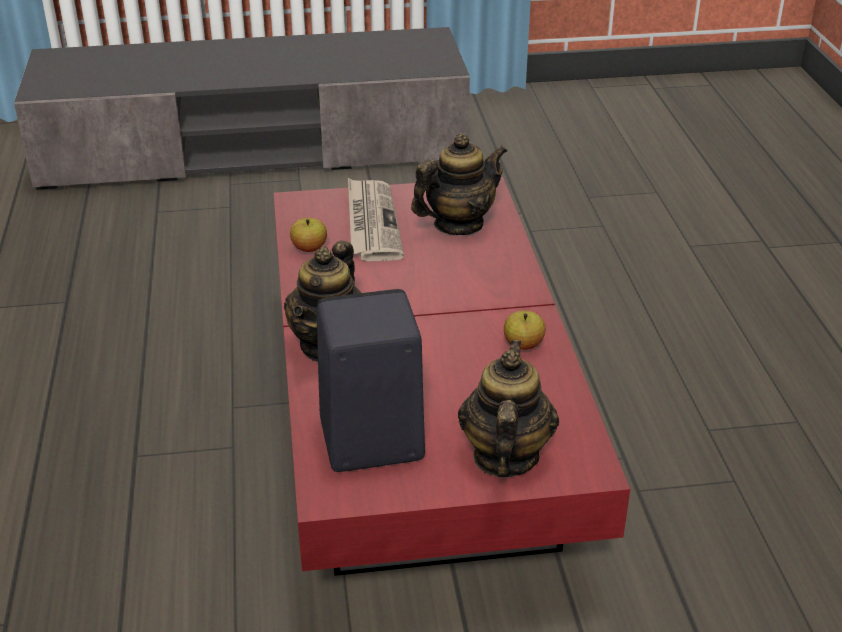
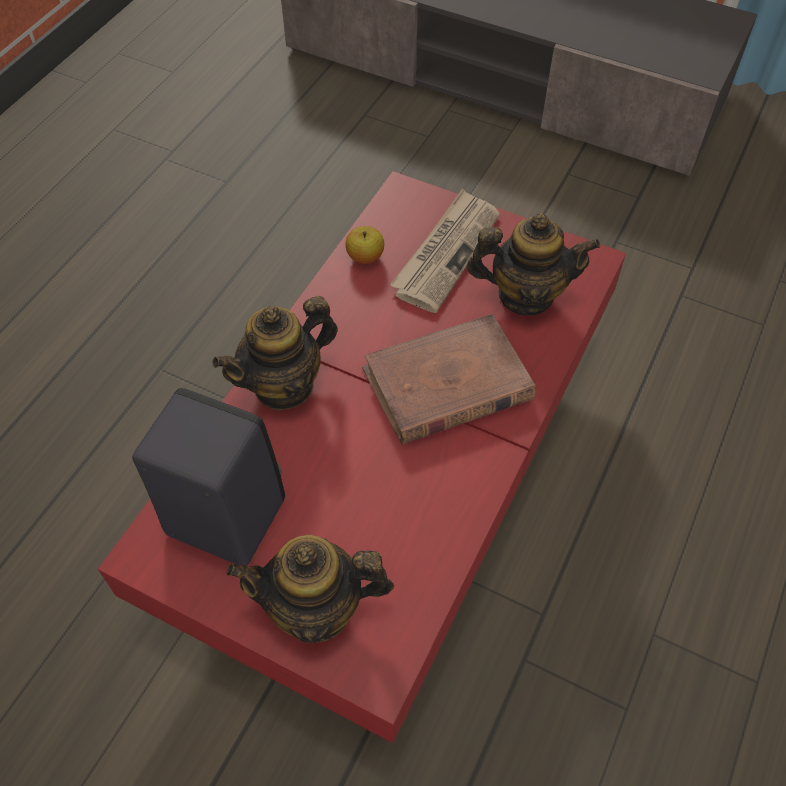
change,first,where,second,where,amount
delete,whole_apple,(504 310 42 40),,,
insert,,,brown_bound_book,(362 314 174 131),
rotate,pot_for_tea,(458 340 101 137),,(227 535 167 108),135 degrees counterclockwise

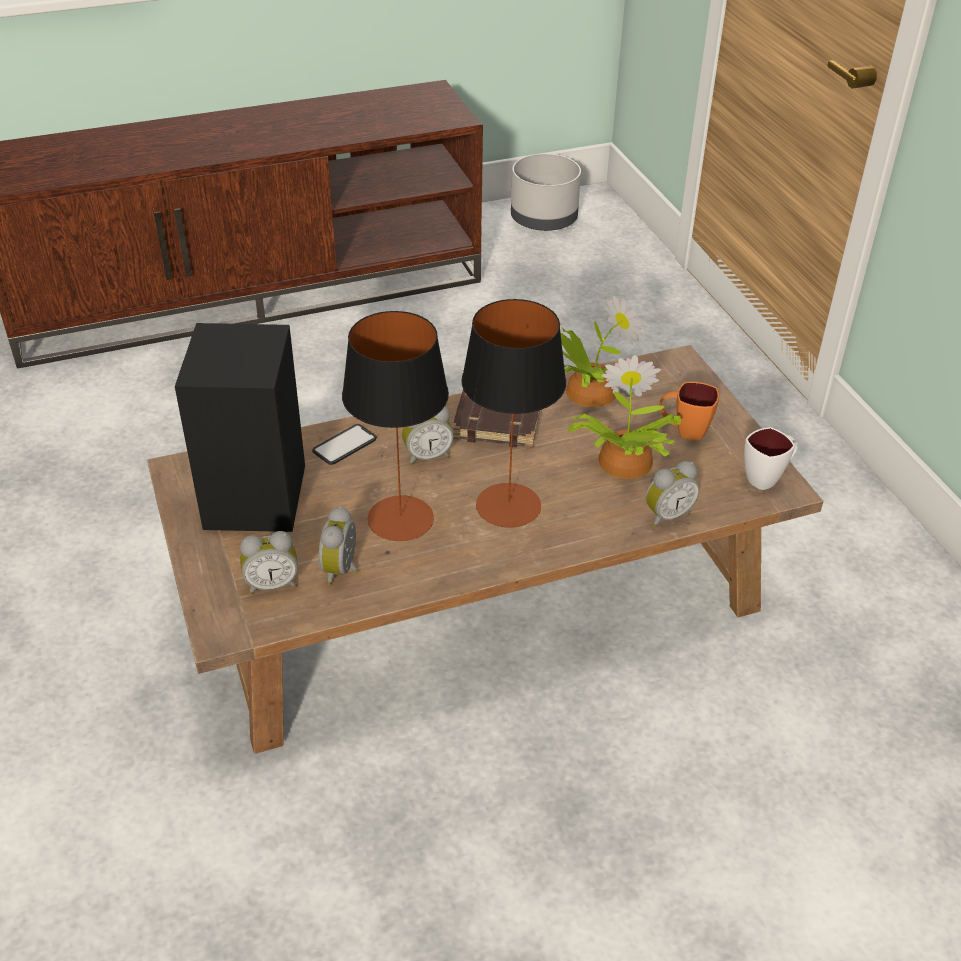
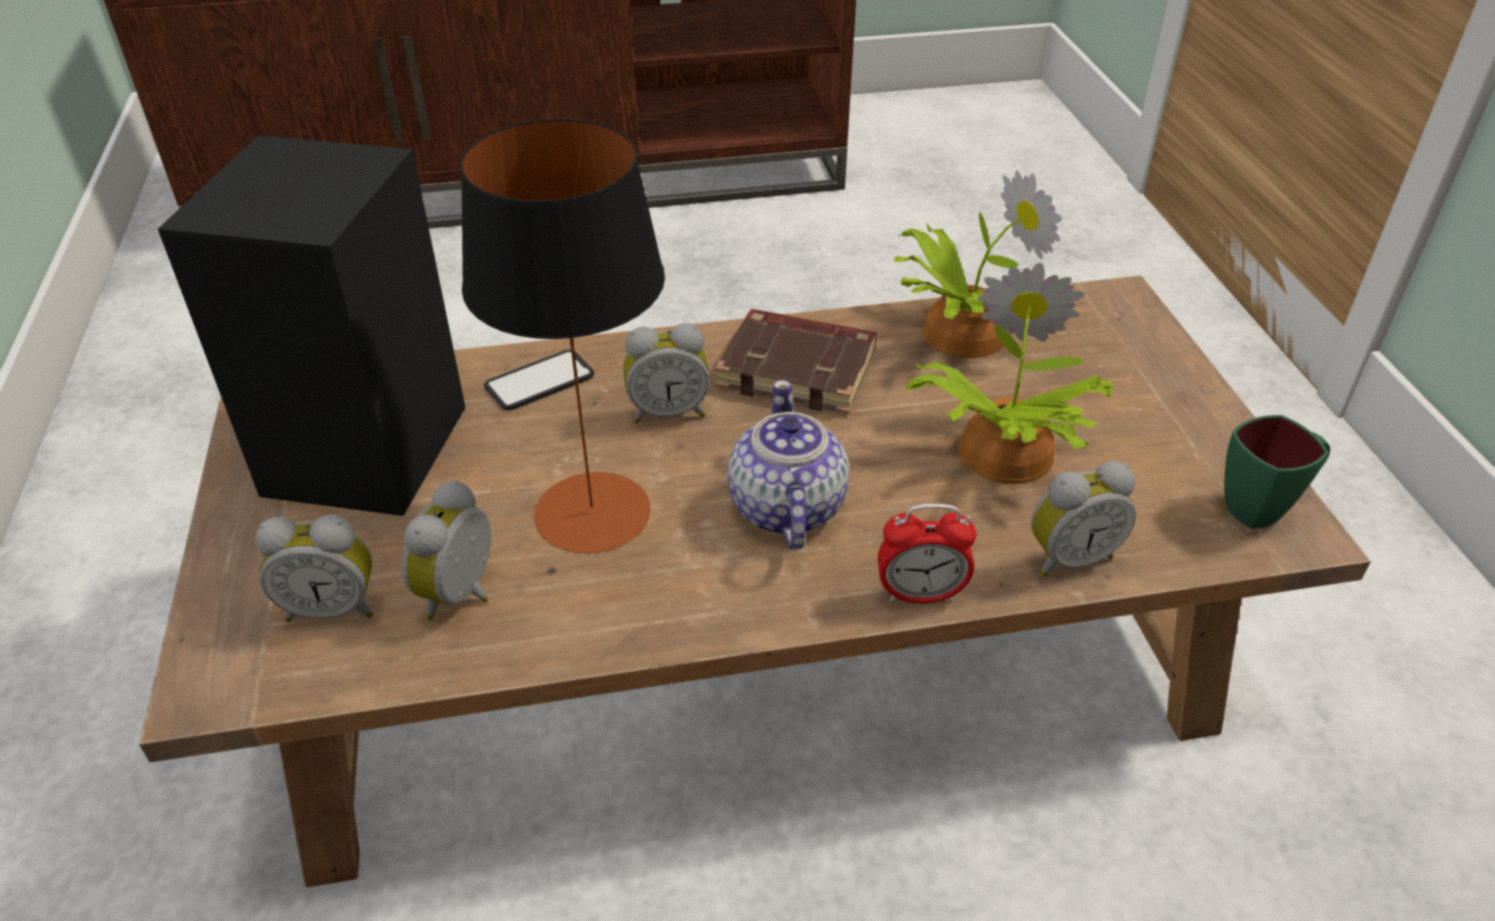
change,first,where,second,where,amount
delete,gray_flower_pot,(511 154 70 77),,,
delete,orange-coloured_mug,(659 382 60 58),,,
insert,,,alarm_clock,(878 504 98 99),
replace,table_lamp,(461 299 105 229),pot_for_tea,(728 380 121 170),
recolor,white_mug,(744 427 54 63),green-coloured_mug,(1224 415 106 114),

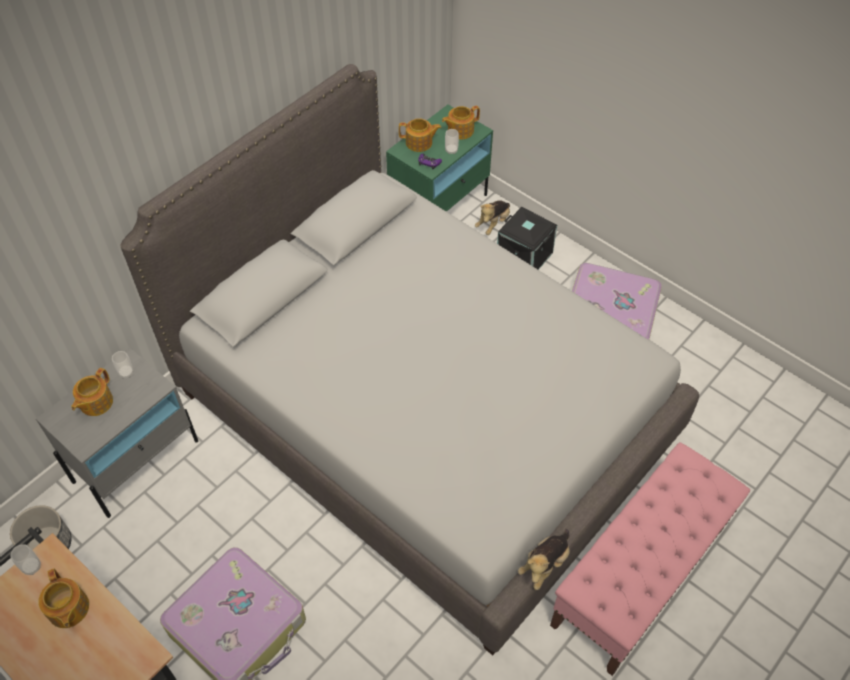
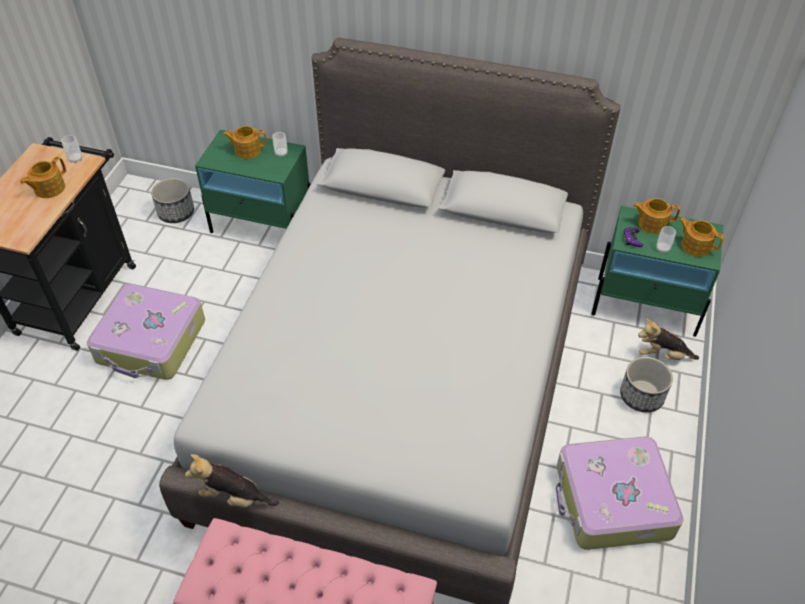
change,first,where,second,where,amount
replace,black-coloured_storage_container,(497 207 60 63),flower_pot,(620 357 53 56),
recolor,gray_night_table,(36 347 162 171),green-coloured_night_table,(195 130 116 103),
rotate,pot_for_tea,(399 118 42 34),,(633 198 47 36),120 degrees clockwise

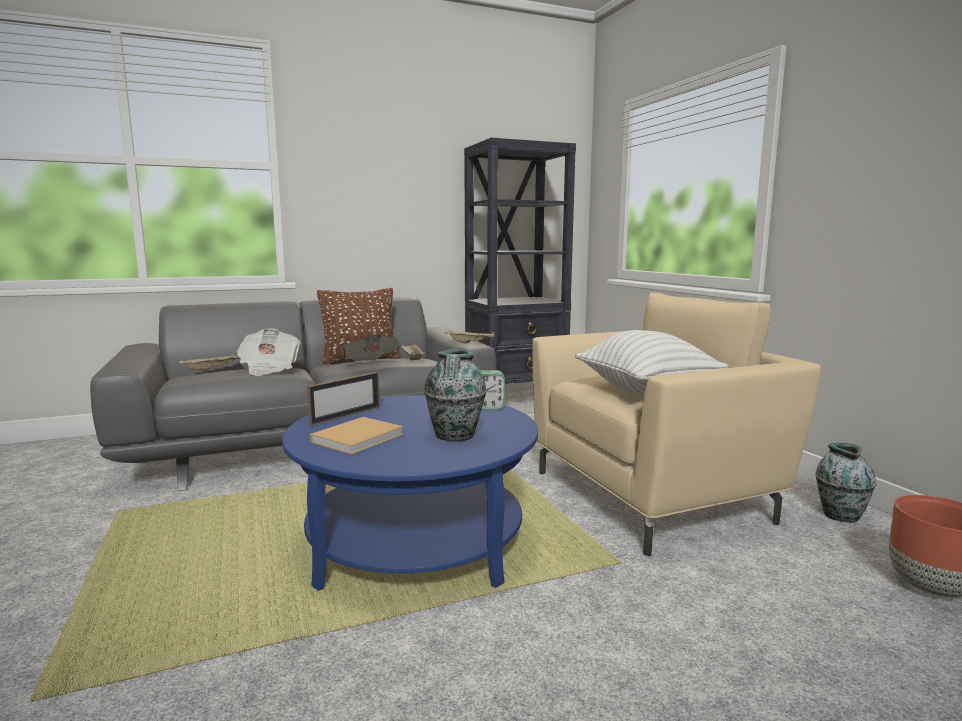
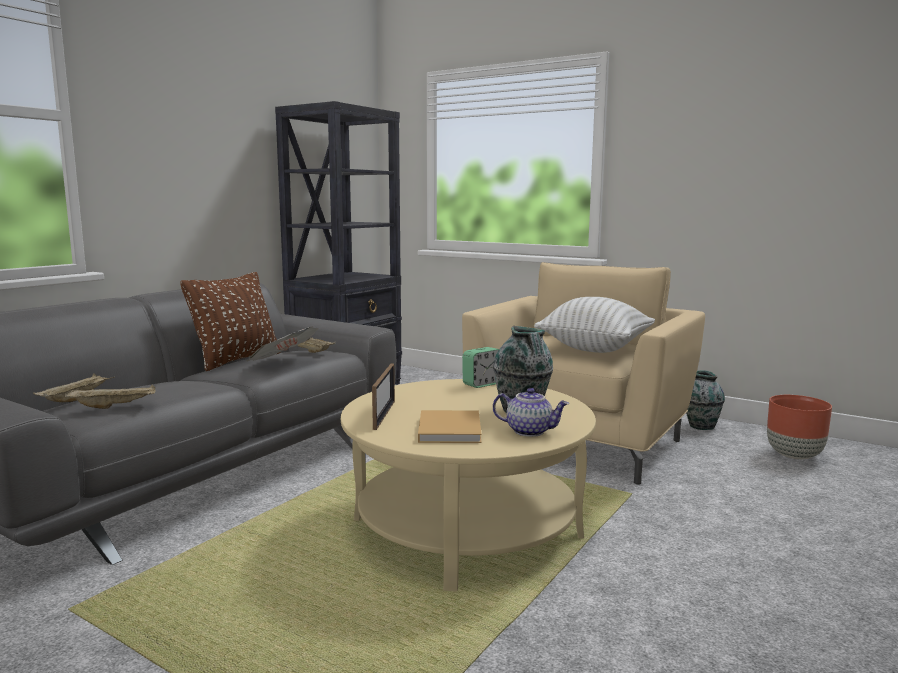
change,first,where,second,where,amount
delete,newspaper,(236 328 64 48),,,
insert,,,pot_for_tea,(493 388 76 49),
move,beige-coloured_tray,(445 331 50 13),,(65 384 90 25),
recolor,blue-coloured_coffee_table,(282 395 256 196),beige-coloured_coffee_table,(341 379 255 213),

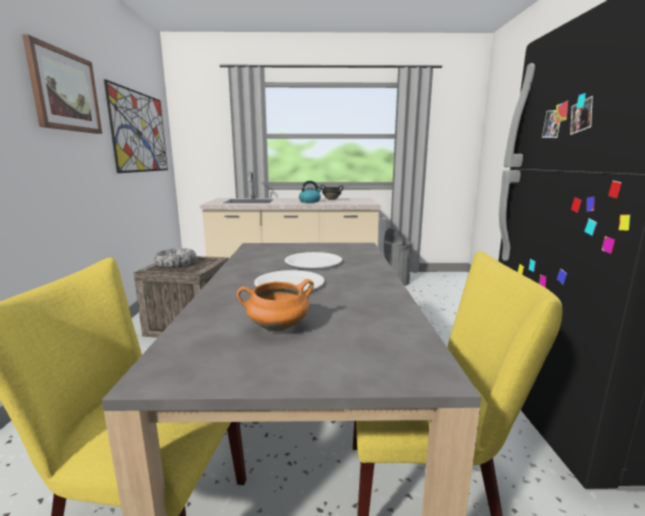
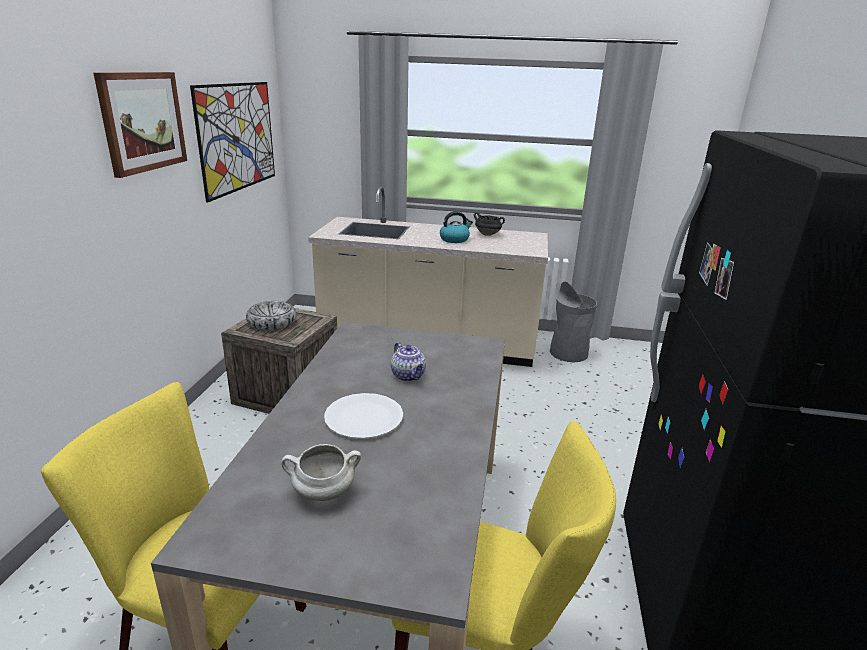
change,first,where,second,where,amount
replace,white_flat_dish,(285 252 57 16),pot_for_tea,(391 342 35 40),
recolor,orange-coloured_stockpot,(237 279 77 53),white_stockpot,(281 444 80 57),

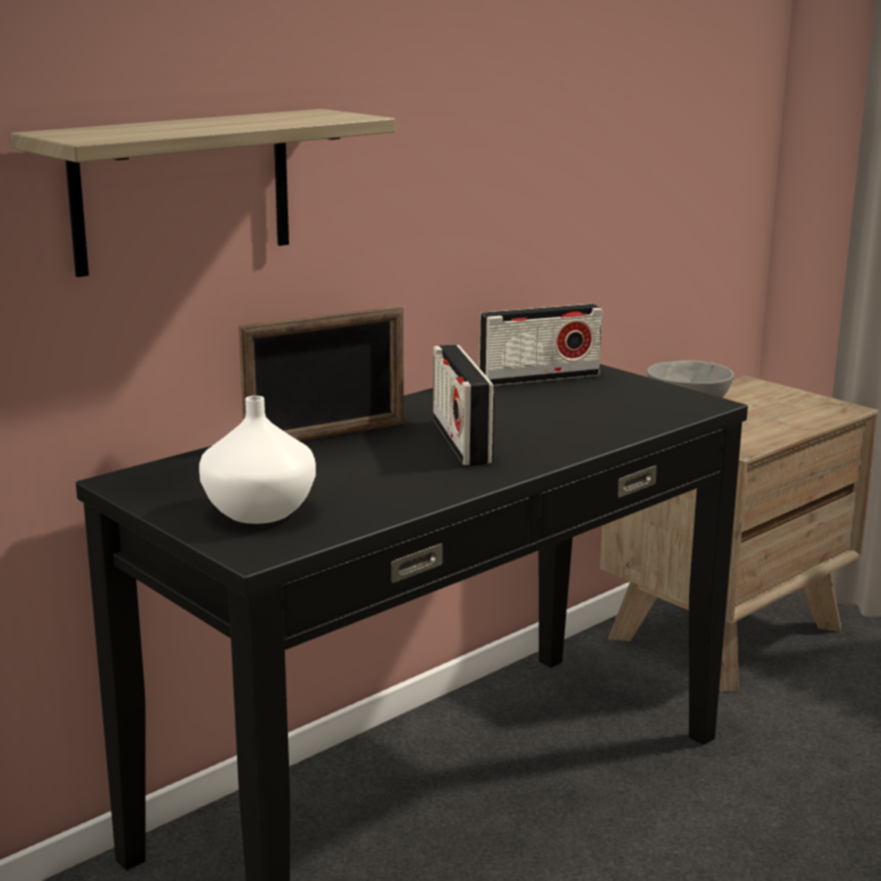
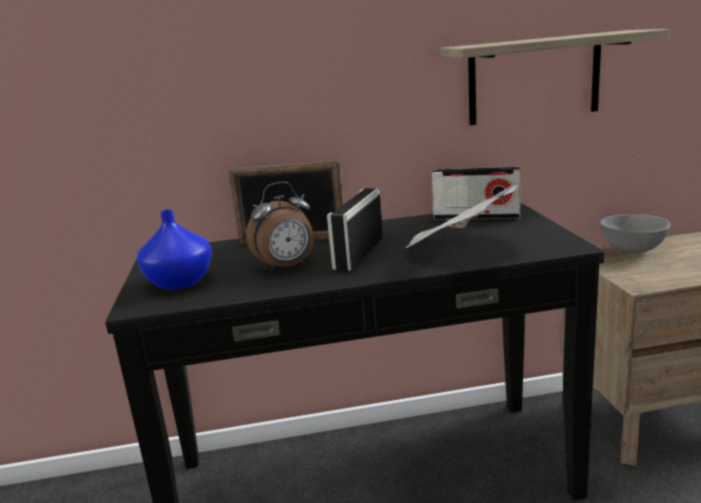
change,first,where,second,where,amount
insert,,,alarm_clock,(246 182 68 90),
insert,,,newspaper,(407 184 111 63),
move,bracket_shelf,(10 109 385 168),,(439 29 231 96),
recolor,white_decorative_vase,(199 396 117 128),blue-coloured_decorative_vase,(137 209 75 81),

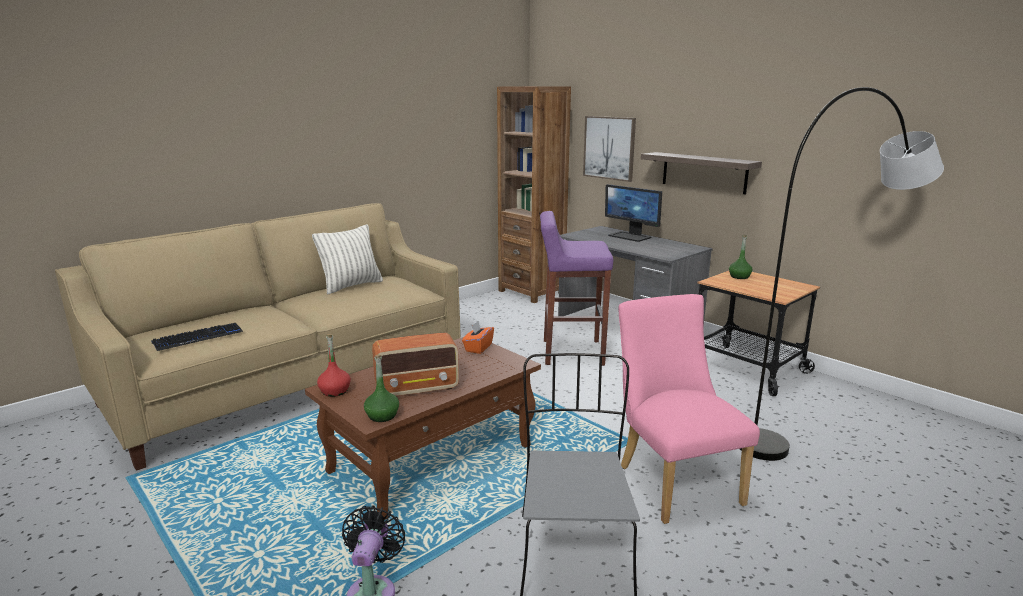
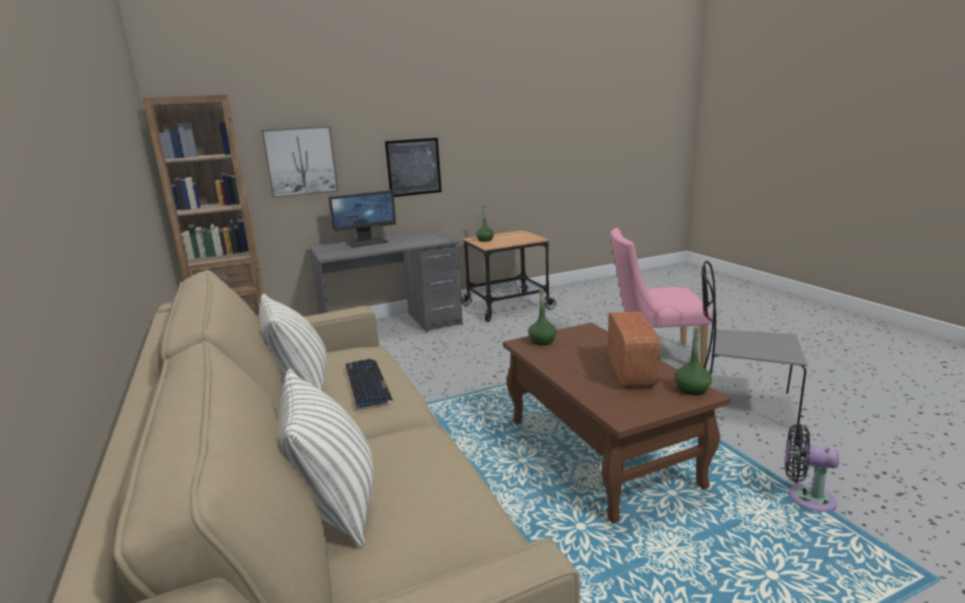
change,first,where,second,where,amount
delete,reddish_drink_bottle,(317 334 34 63),,,
delete,purple-coloured_stool_seat,(540 211 73 155),,,
delete,gray_floor_lamp,(740 87 204 374),,,
insert,,,throw_pillow,(278 369 96 179),
move,keyboard,(151 323 92 28),,(346 359 47 49),
replace,orange-coloured_tissue_holder,(462 321 32 33),green-coloured_drink_bottle,(528 289 29 56),
replace,bracket_shelf,(641 152 121 42),wall_picture,(385 138 57 59),

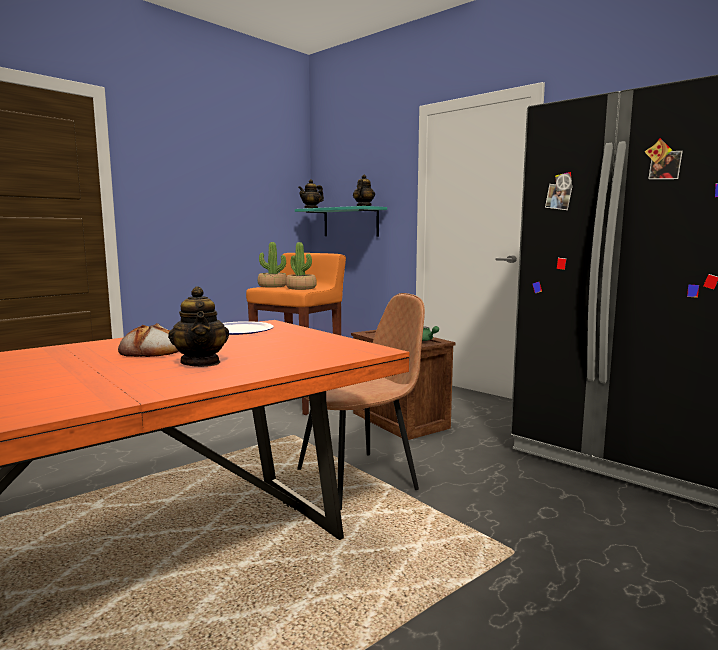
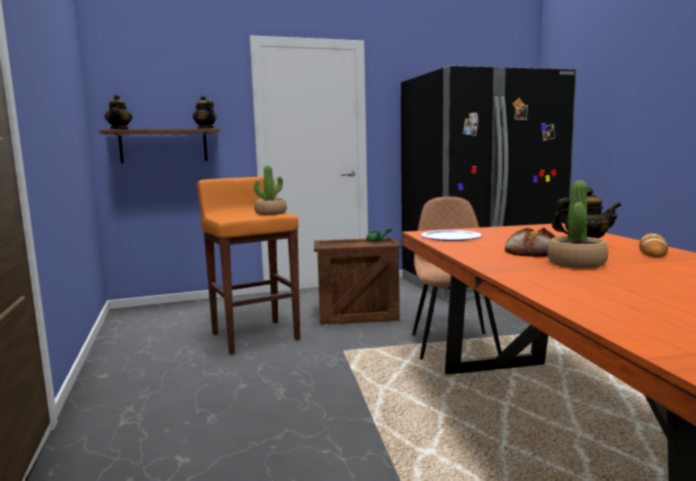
change,first,where,second,where,amount
insert,,,bread,(639 233 29 24),
move,plant_in_a_pot,(258 242 29 46),,(547 180 61 89),
recolor,blue-green_bracket_shelf,(295 206 92 31),brown_bracket_shelf,(99 129 121 34),

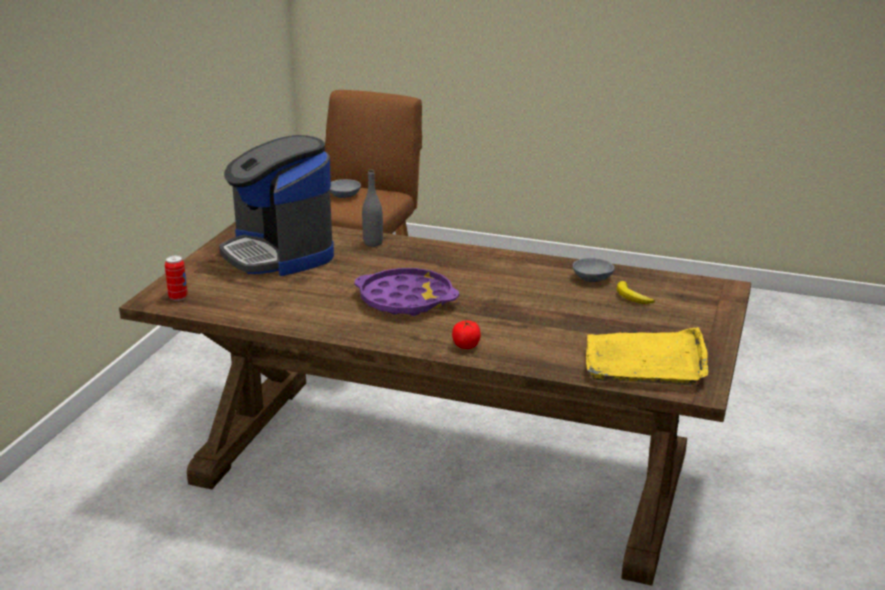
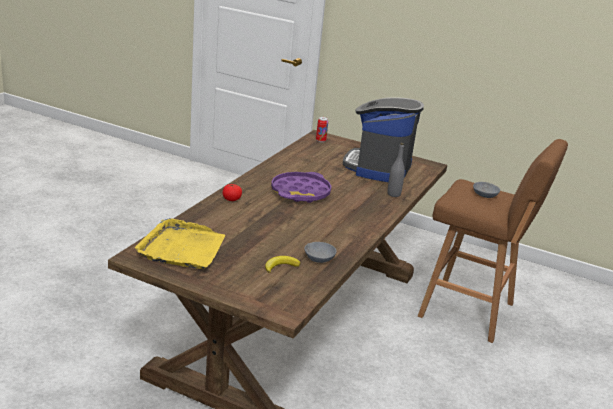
change,first,where,second,where,amount
rotate,coffee_machine,(219 135 115 141),,(343 98 81 84),45 degrees counterclockwise

